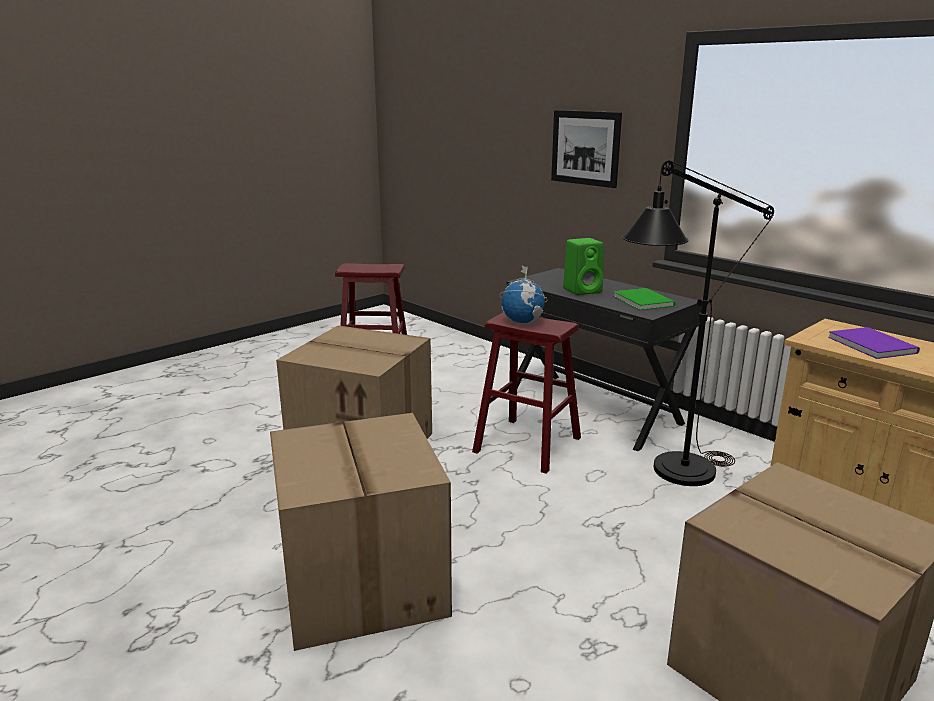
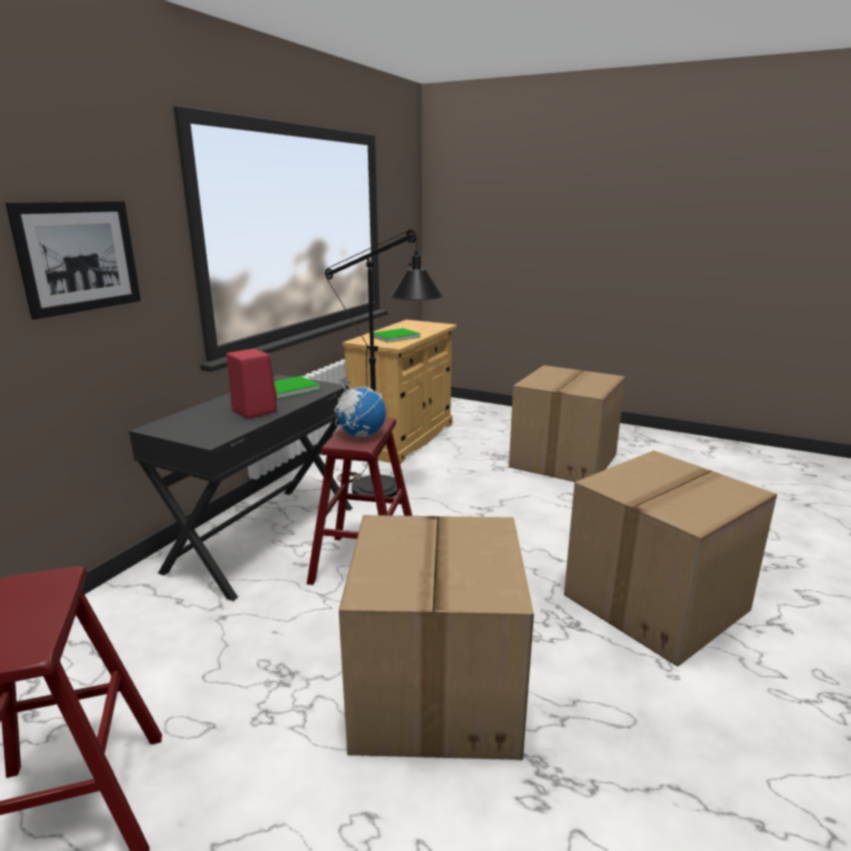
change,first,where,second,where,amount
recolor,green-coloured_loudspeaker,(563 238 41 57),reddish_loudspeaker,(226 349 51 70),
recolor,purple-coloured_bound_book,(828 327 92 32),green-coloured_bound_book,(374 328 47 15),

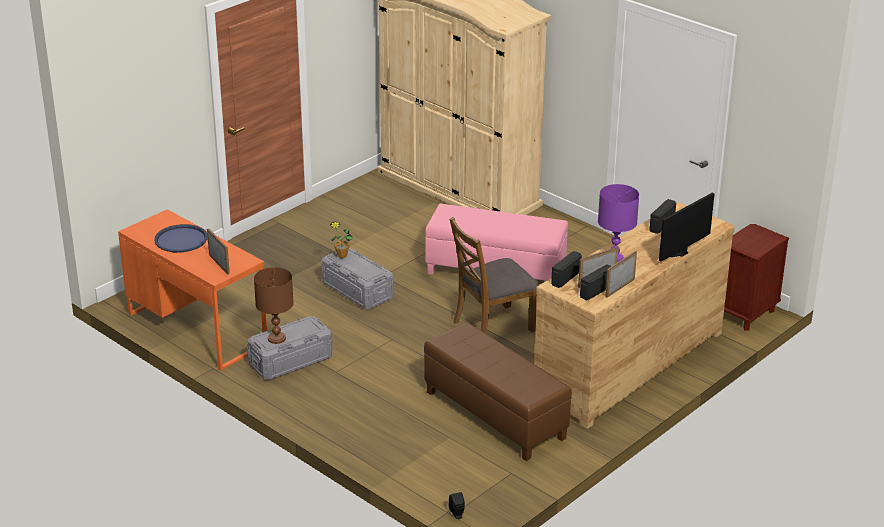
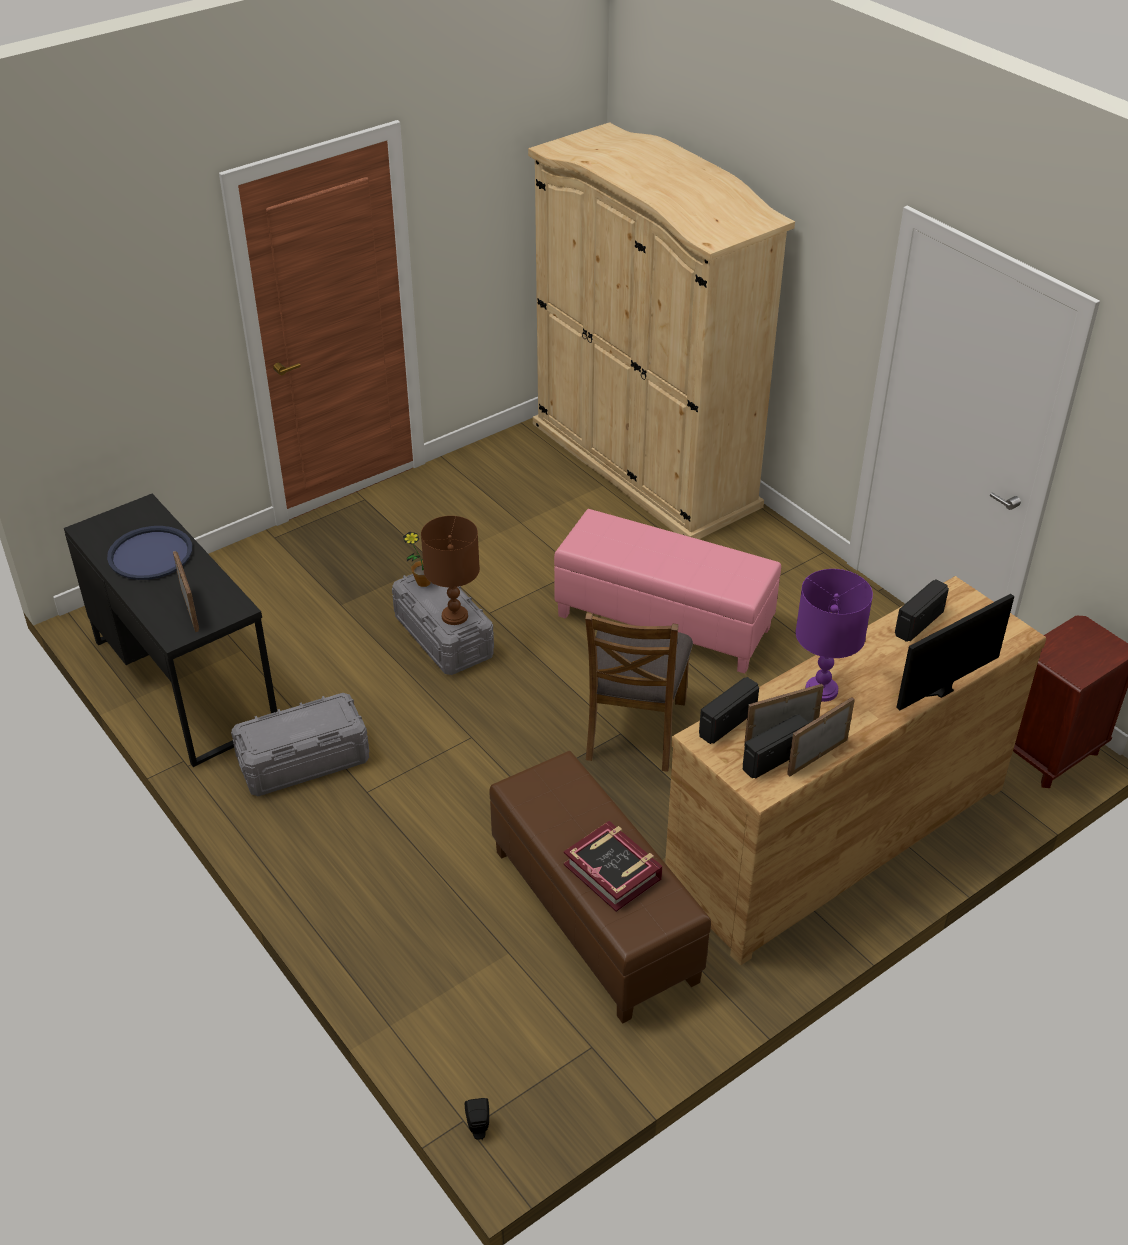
change,first,where,second,where,amount
insert,,,bound_book,(564 821 99 91),
move,brown_table_lamp,(254 267 40 77),,(421 516 59 109),
recolor,orange-coloured_desk_unit,(118 209 149 162),black-coloured_desk_unit,(64 494 213 273),
rotate,brown_plain_chair,(449 217 90 116),,(585 613 108 159),60 degrees counterclockwise

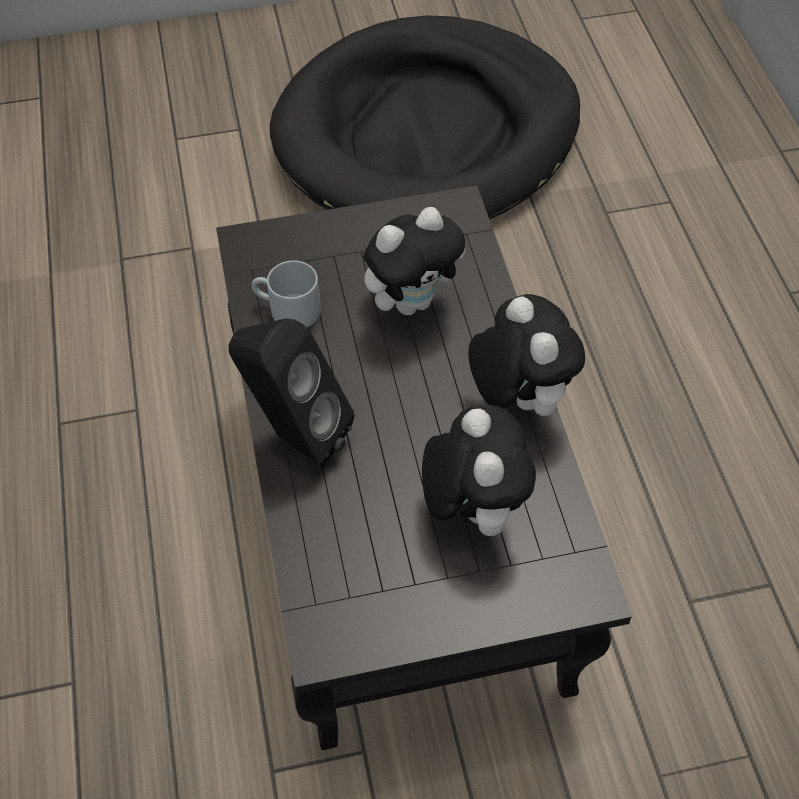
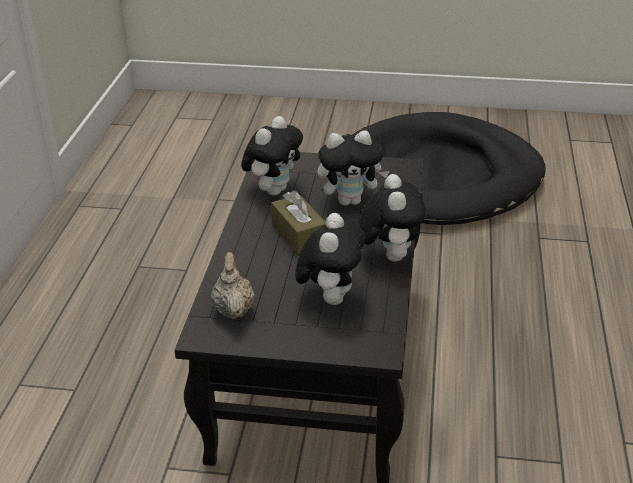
change,first,where,second,where,amount
delete,black-coloured_loudspeaker,(229 318 125 151),,,
insert,,,beige-coloured_pot_for_tea,(211 252 44 67),
insert,,,brown_tissue_holder,(271 190 55 64),
replace,gray_mug,(252 260 69 67),soft_toy,(241 116 62 80),

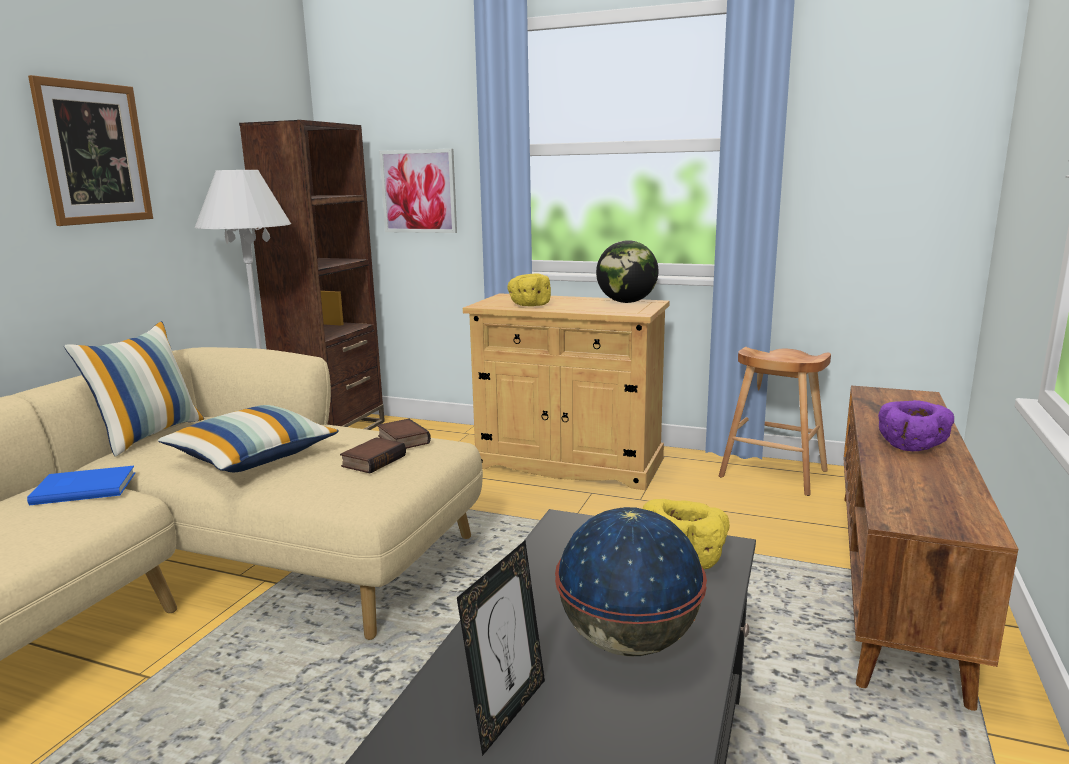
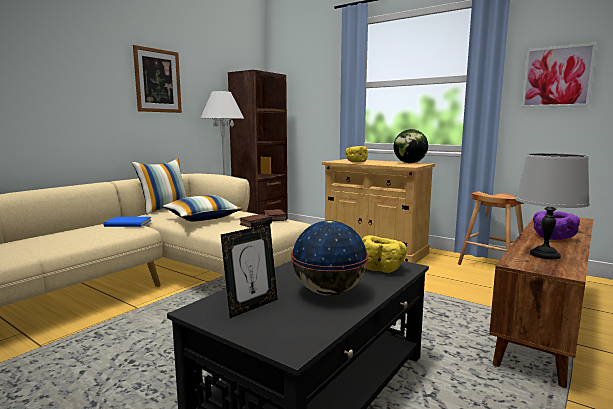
change,first,where,second,where,amount
insert,,,gray_table_lamp,(516 153 74 106),
move,wall_picture,(379 149 78 84),,(521 42 76 66),

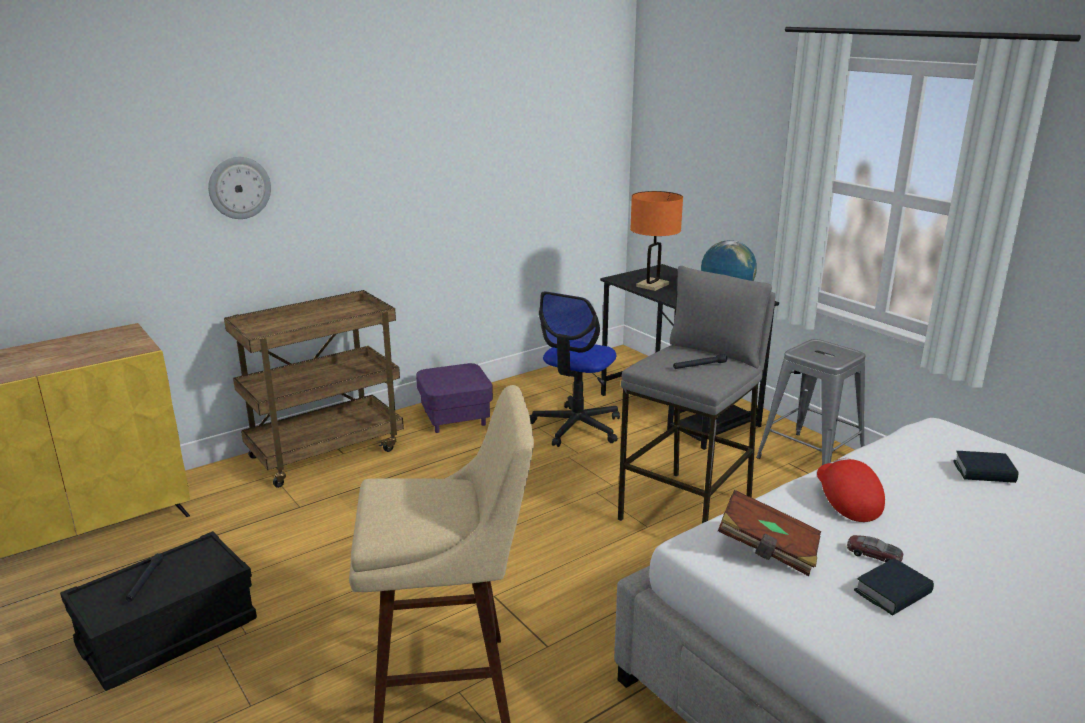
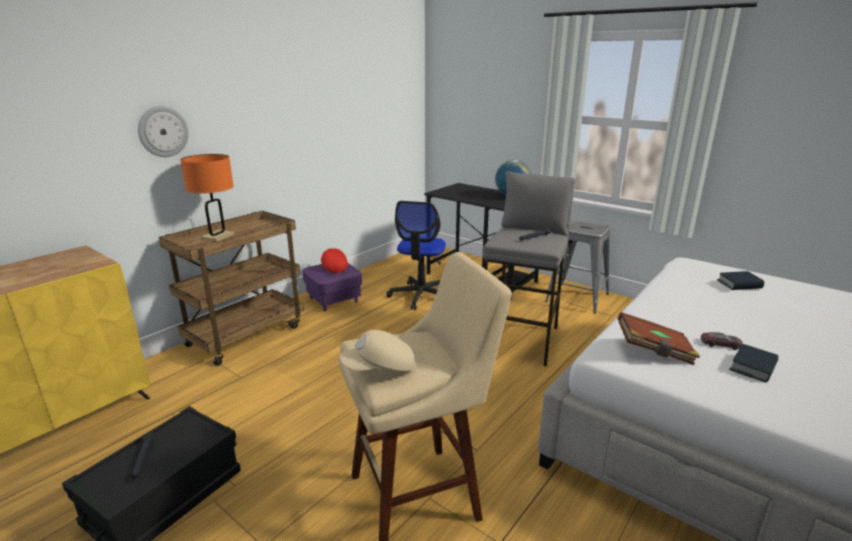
change,first,where,second,where,amount
insert,,,beige-coloured_baseball_cap,(340 330 75 42),
move,orange-coloured_table_lamp,(630 191 53 100),,(180 154 54 88),
move,reddish_baseball_cap,(817 458 68 64),,(321 248 27 25),

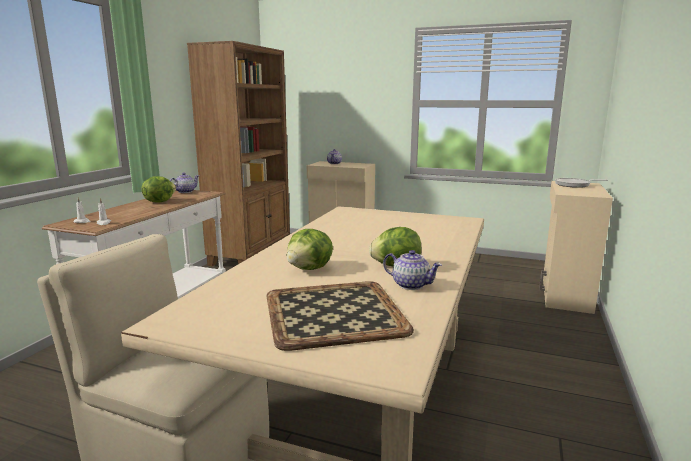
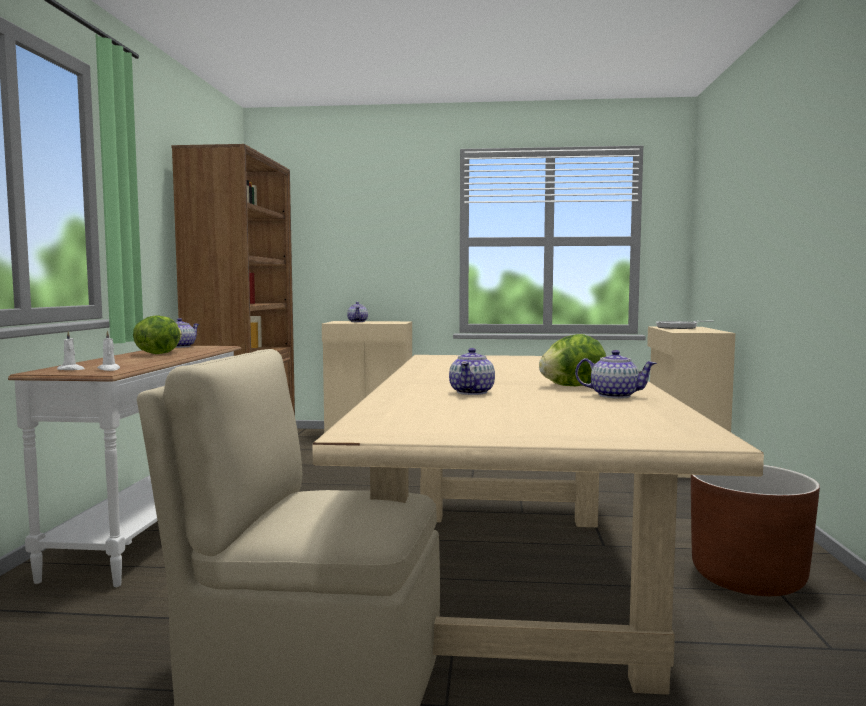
change,first,where,second,where,amount
delete,tray,(267 281 147 70),,,
insert,,,brown_flower_pot,(691 465 129 131),
replace,head_of_lettuce,(287 229 46 41),pot_for_tea,(449 348 46 47),

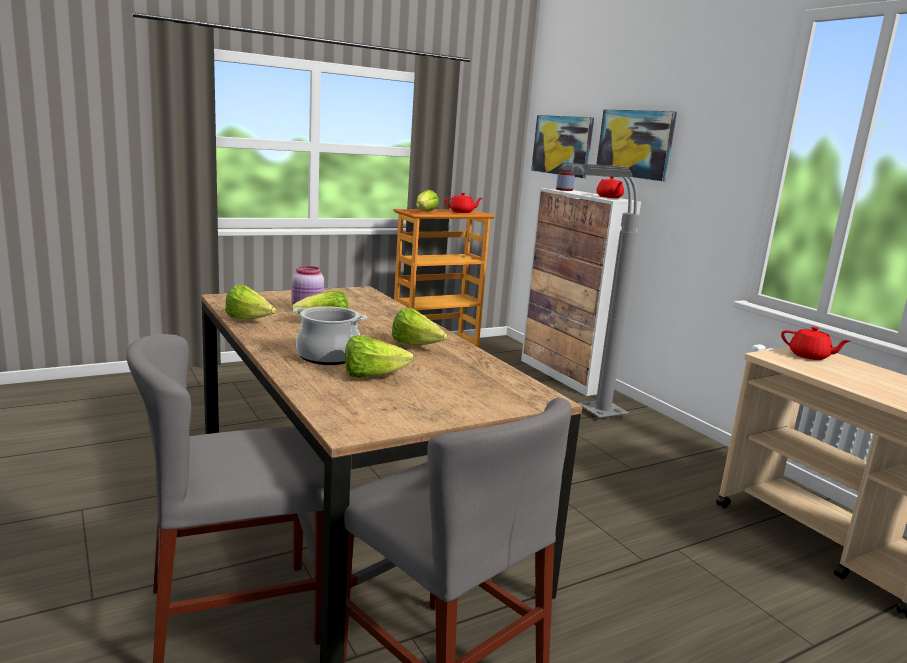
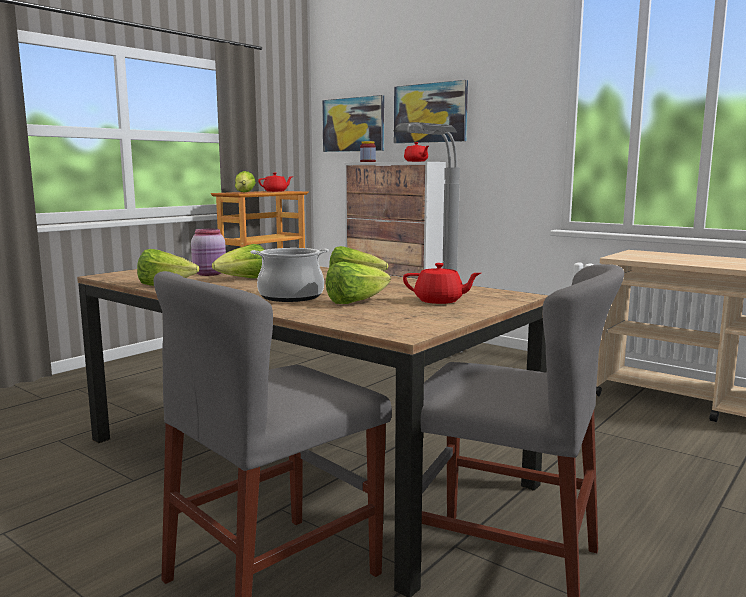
change,first,where,second,where,amount
move,reddish_pot_for_tea,(781 326 69 34),,(403 263 78 41),

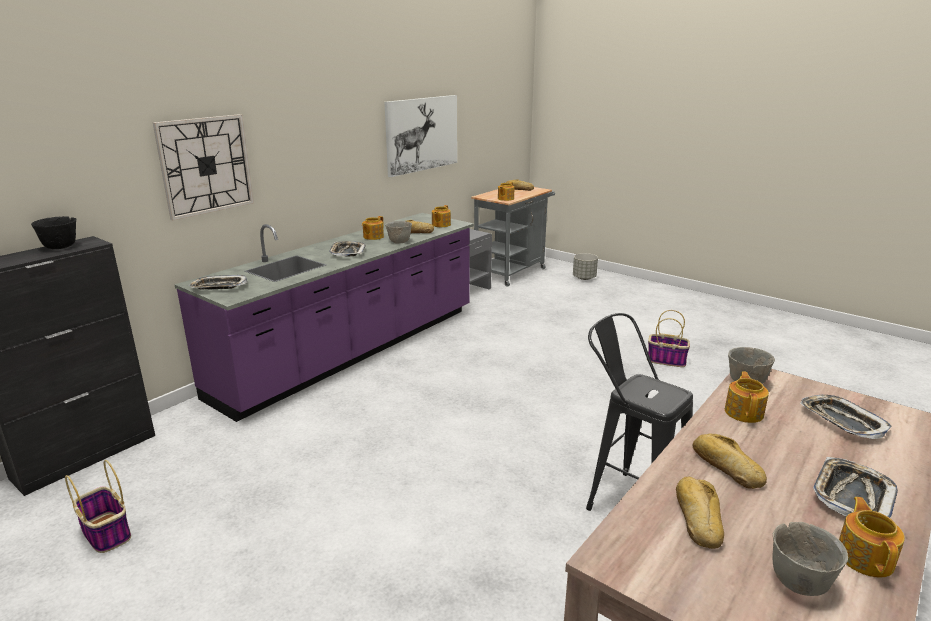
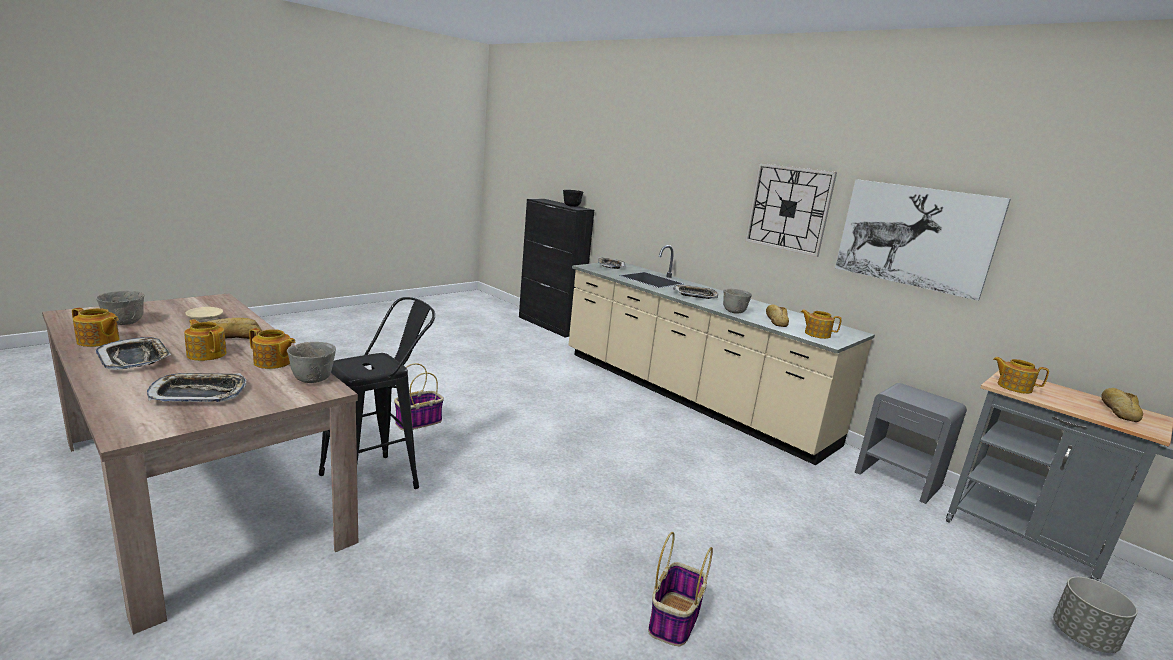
change,first,where,second,where,amount
move,household_basket,(65 460 66 93),,(394 363 50 68),
move,clock_on_the_wall,(153 114 101 107),,(745 163 92 94),
move,pot_for_tea,(362 216 22 24),,(184 319 43 42),
replace,bread,(676 476 48 73),beige-coloured_flat_dish,(185 307 38 14),
recolor,purple-coloured_kitchen_counter,(174 213 300 209),beige-coloured_kitchen_counter,(568 245 307 220),

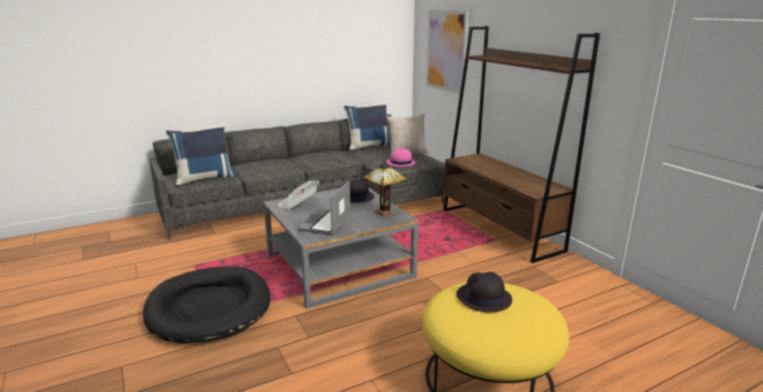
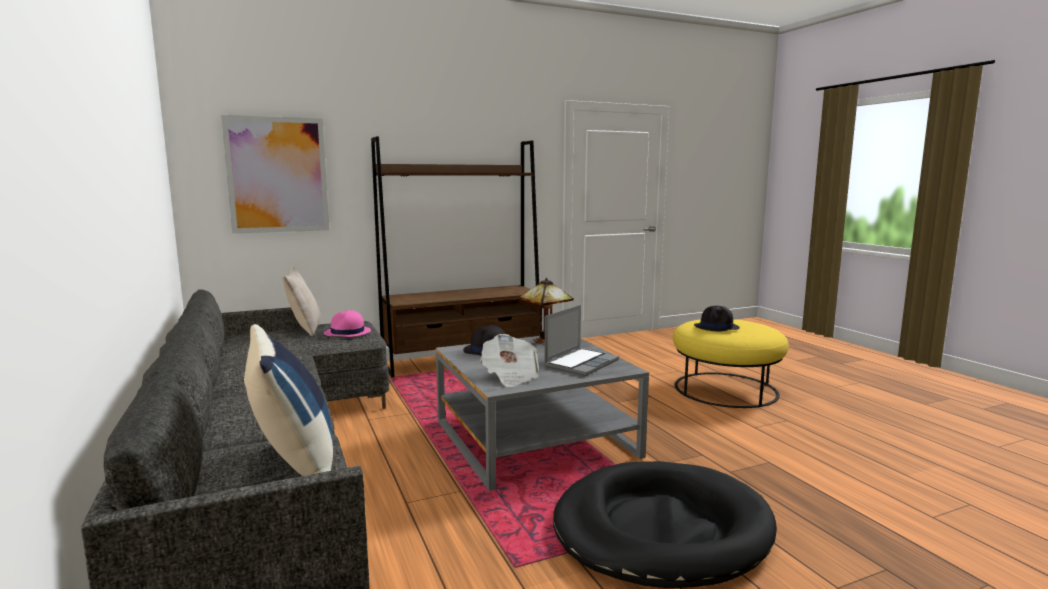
change,first,where,second,where,amount
delete,blue-coloured_throw_pillow,(344 102 47 49),,,
rotate,notebook_computer,(298 181 53 54),,(544 305 75 71),75 degrees counterclockwise

